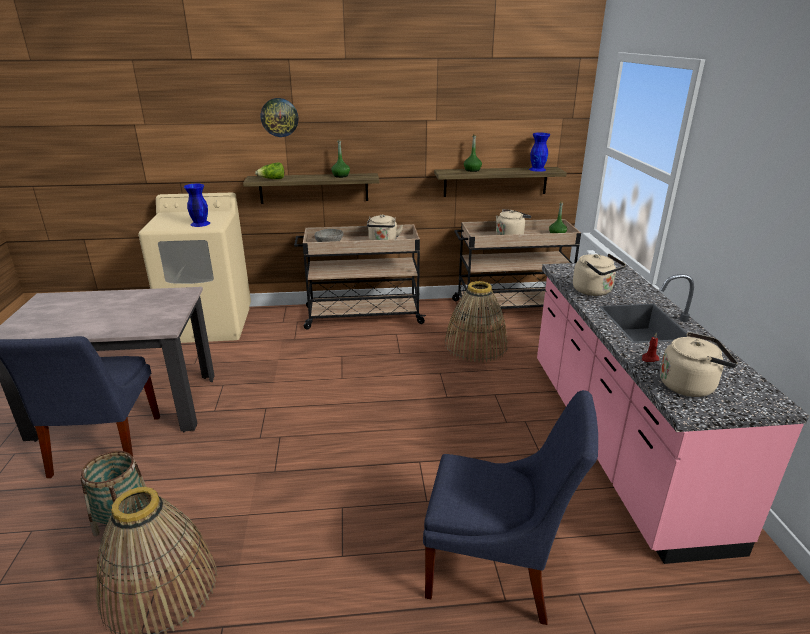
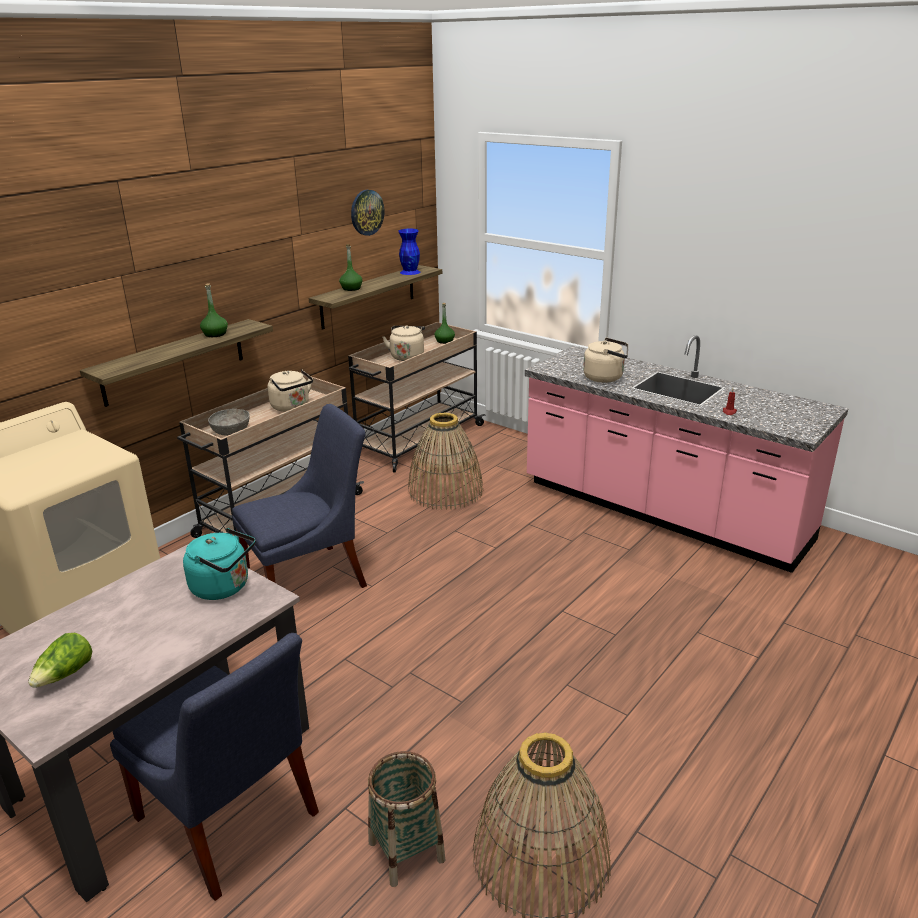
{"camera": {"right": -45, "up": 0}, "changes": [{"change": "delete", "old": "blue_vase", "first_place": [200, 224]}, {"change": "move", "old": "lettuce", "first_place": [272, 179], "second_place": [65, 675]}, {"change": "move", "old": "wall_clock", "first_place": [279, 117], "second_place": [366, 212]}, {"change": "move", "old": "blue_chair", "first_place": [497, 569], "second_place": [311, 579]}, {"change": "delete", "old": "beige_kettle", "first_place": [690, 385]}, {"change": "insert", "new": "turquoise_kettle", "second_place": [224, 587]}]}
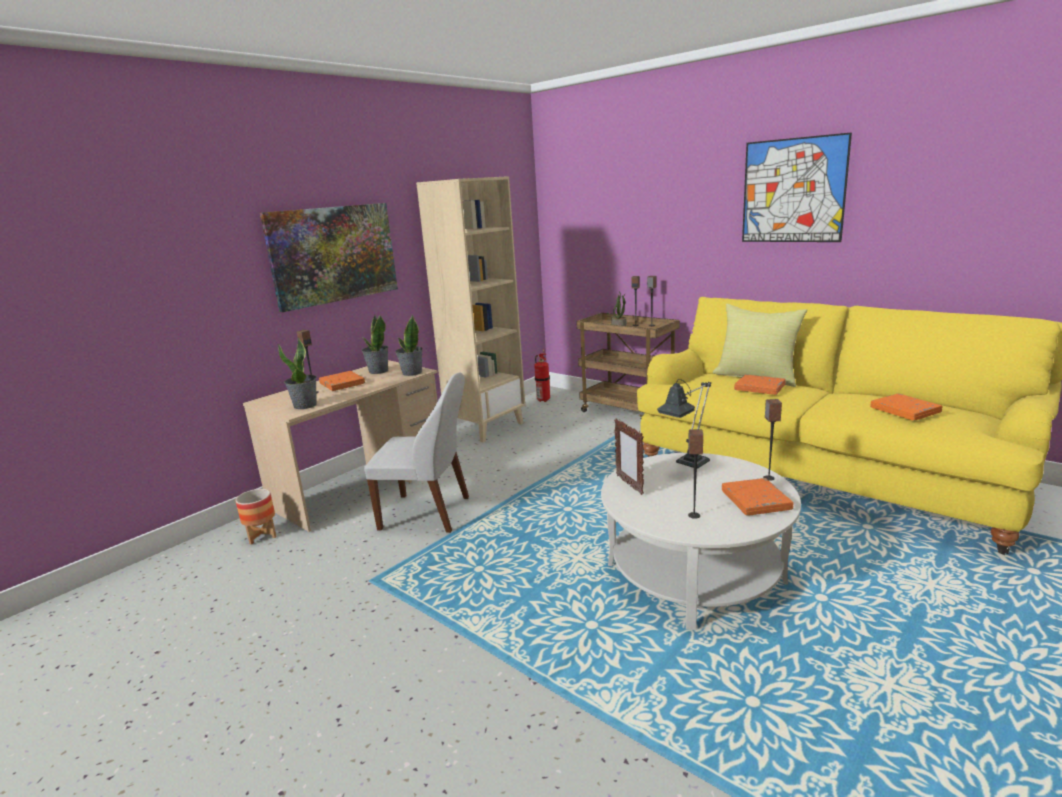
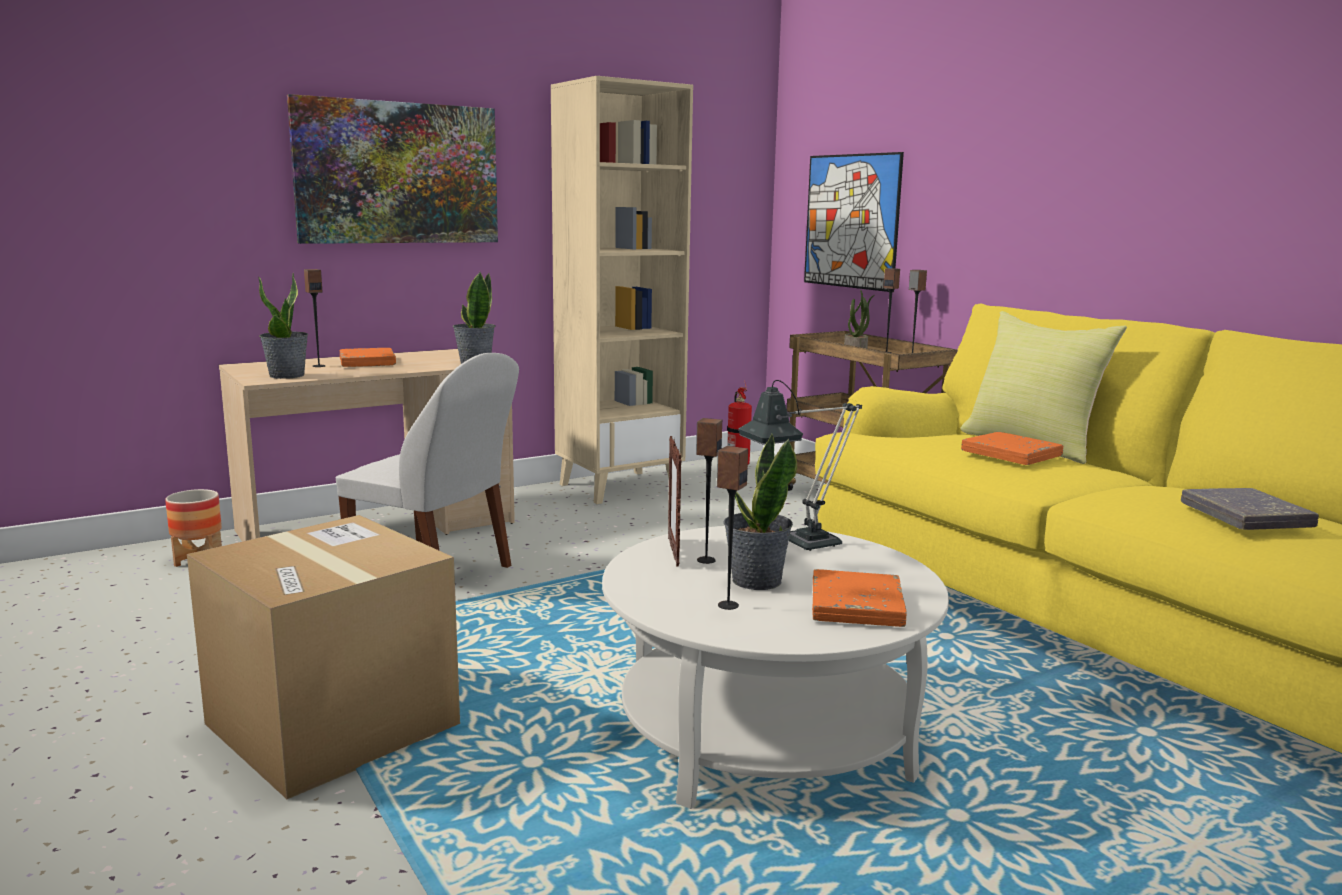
{"camera": {"right": 15, "up": -5}, "changes": [{"change": "move", "old": "potted_plant", "first_place": [378, 371], "second_place": [755, 581]}, {"change": "move", "old": "picture", "first_place": [793, 191], "second_place": [851, 221]}, {"change": "move", "old": "speaker", "first_place": [768, 478], "second_place": [705, 560]}, {"change": "recolor", "old": "orange_book", "new": "grey_book", "first_place": [904, 411], "second_place": [1245, 516]}, {"change": "insert", "new": "cardboard_box", "second_place": [332, 725]}]}
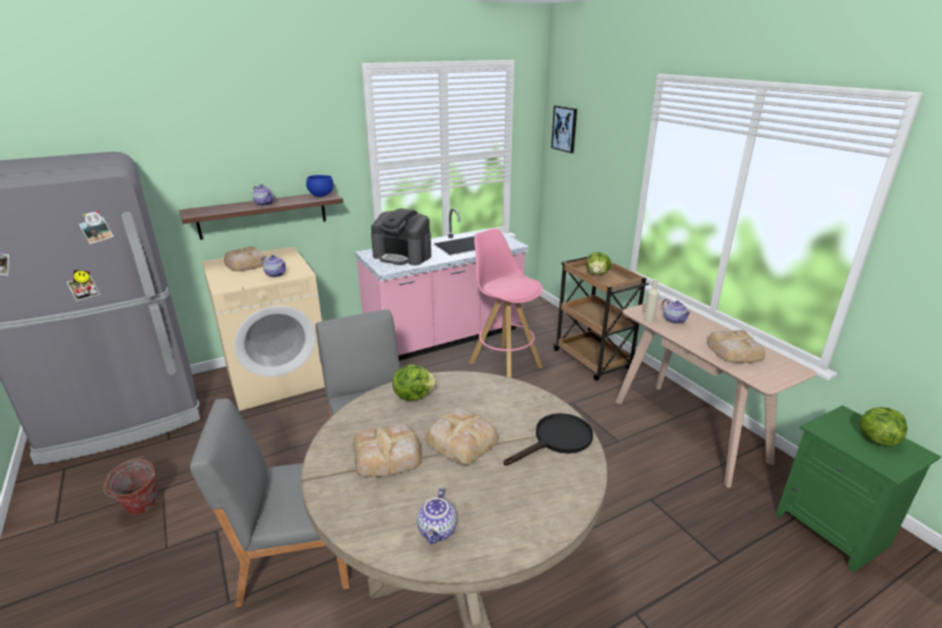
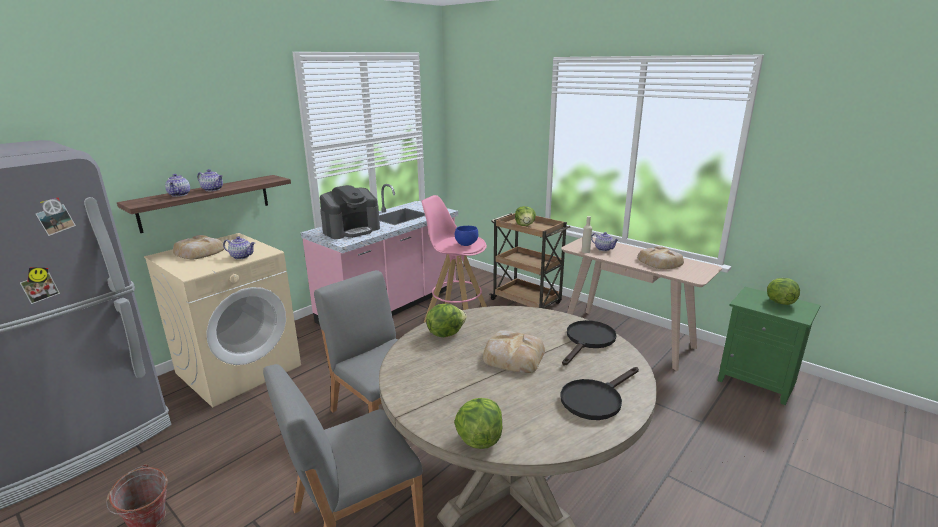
{"camera": {"right": -20, "up": -5}, "changes": [{"change": "move", "old": "blue_bowl", "first_place": [321, 195], "second_place": [466, 244]}, {"change": "delete", "old": "bread", "first_place": [388, 455]}, {"change": "rotate", "old": "coffee_machine", "first_place": [403, 256], "second_place": [351, 230], "degrees": -45}, {"change": "move", "old": "teapot", "first_place": [438, 531], "second_place": [180, 194]}, {"change": "delete", "old": "picture", "first_place": [565, 129]}, {"change": "insert", "new": "lettuce", "second_place": [479, 439]}, {"change": "insert", "new": "black_frying_pan", "second_place": [595, 399]}]}
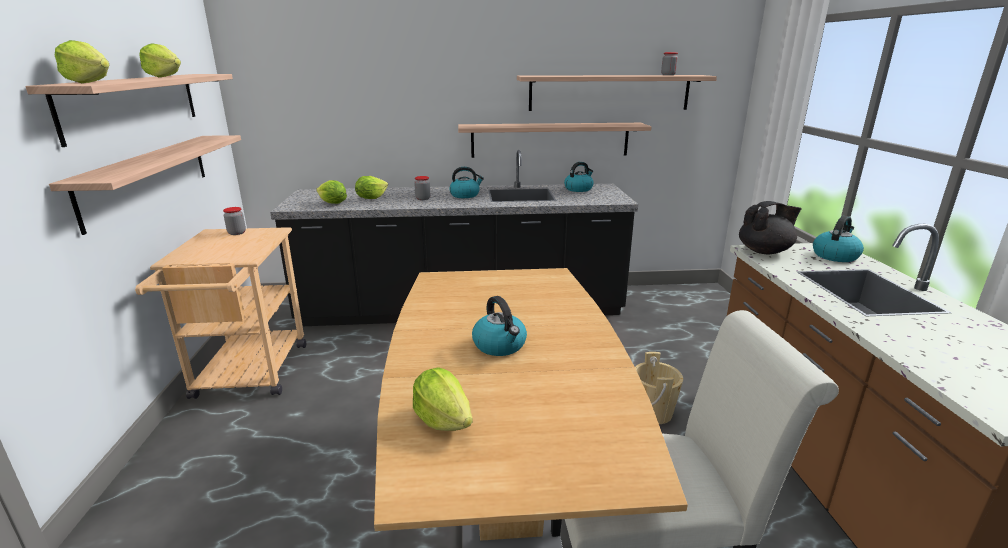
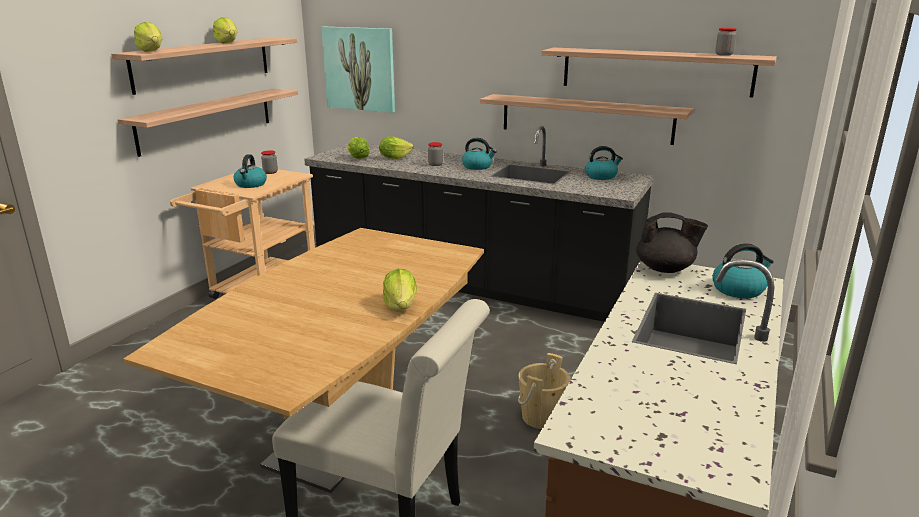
{"camera": {"right": 30, "up": 0}, "changes": [{"change": "move", "old": "lettuce", "first_place": [443, 420], "second_place": [401, 306]}, {"change": "move", "old": "kettle", "first_place": [500, 345], "second_place": [251, 184]}, {"change": "insert", "new": "picture", "second_place": [359, 69]}]}
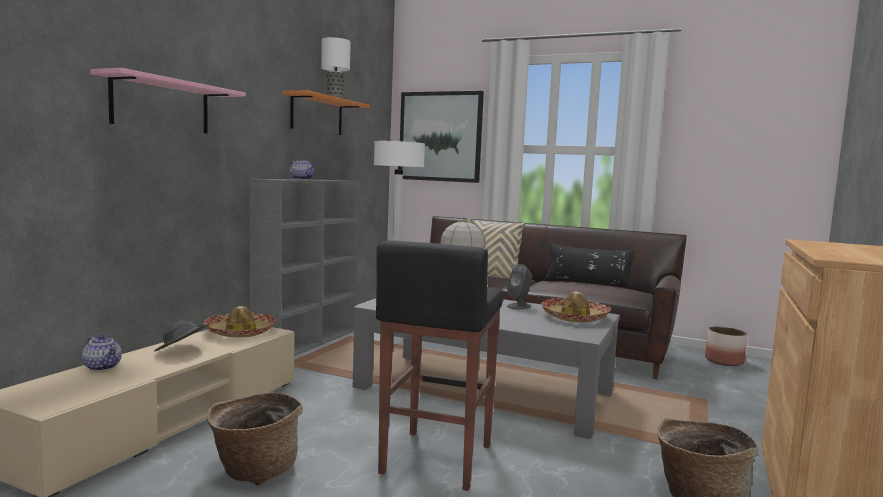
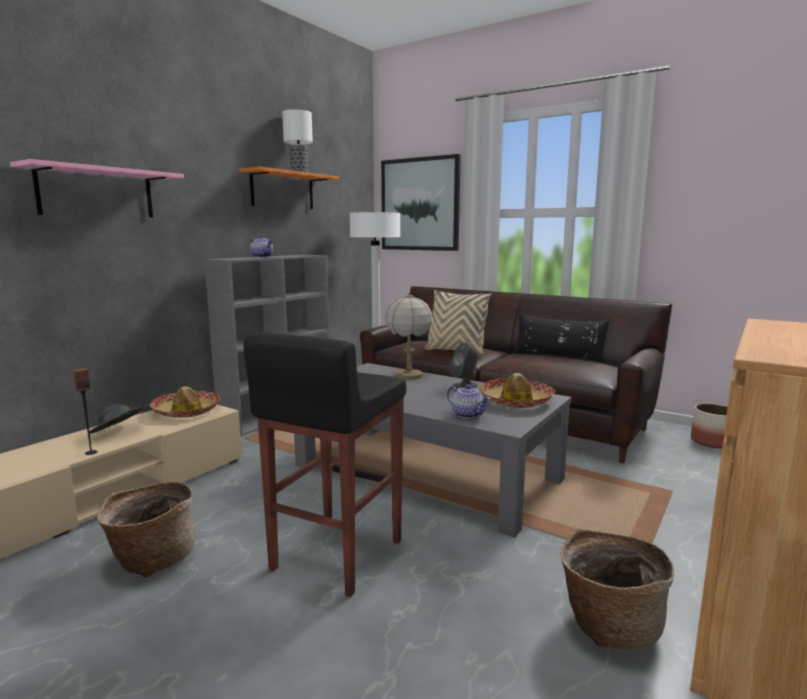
{"camera": {"right": 10, "up": 5}, "changes": [{"change": "move", "old": "teapot", "first_place": [103, 367], "second_place": [468, 415]}, {"change": "insert", "new": "speaker", "second_place": [91, 452]}]}
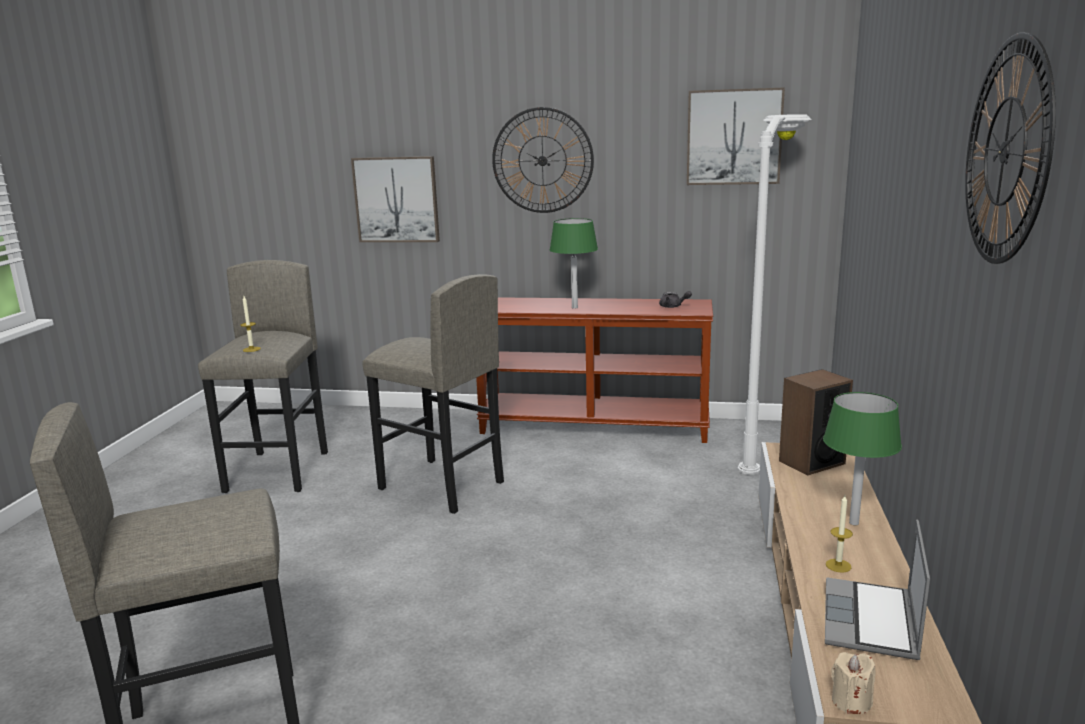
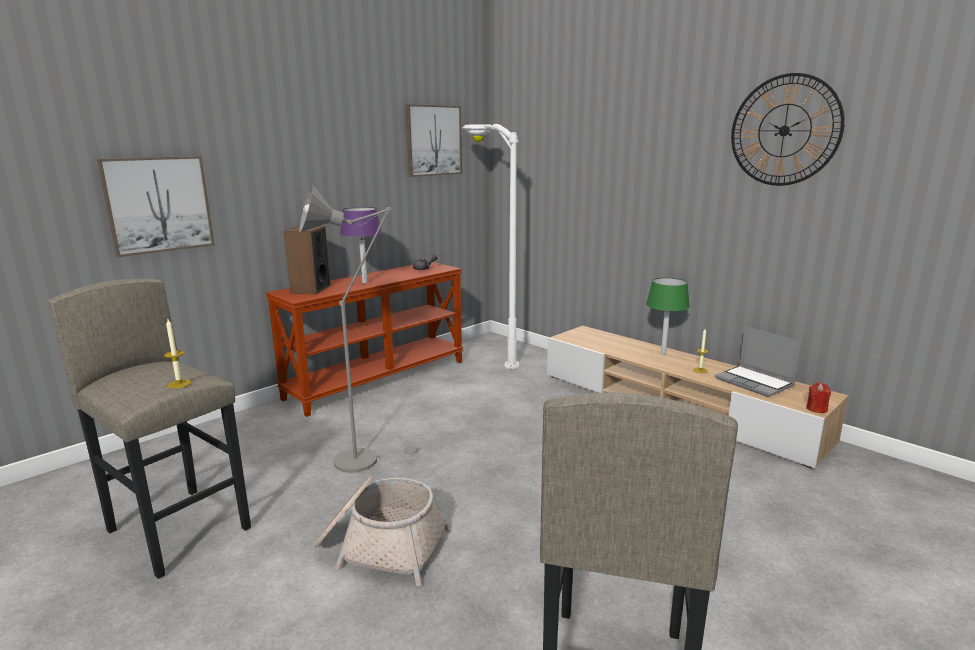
{"camera": {"right": -55, "up": 0}, "changes": [{"change": "replace", "old": "grey_stool", "new": "grey_floor_lamp", "first_place": [441, 486], "second_place": [364, 458]}, {"change": "delete", "old": "wall_clock", "first_place": [542, 160]}, {"change": "recolor", "old": "green_table_lamp", "new": "purple_table_lamp", "first_place": [575, 307], "second_place": [365, 282]}, {"change": "move", "old": "speaker", "first_place": [811, 462], "second_place": [310, 289]}, {"change": "recolor", "old": "beige_candle", "new": "red_candle", "first_place": [851, 701], "second_place": [816, 409]}, {"change": "insert", "new": "basket", "second_place": [381, 545]}]}
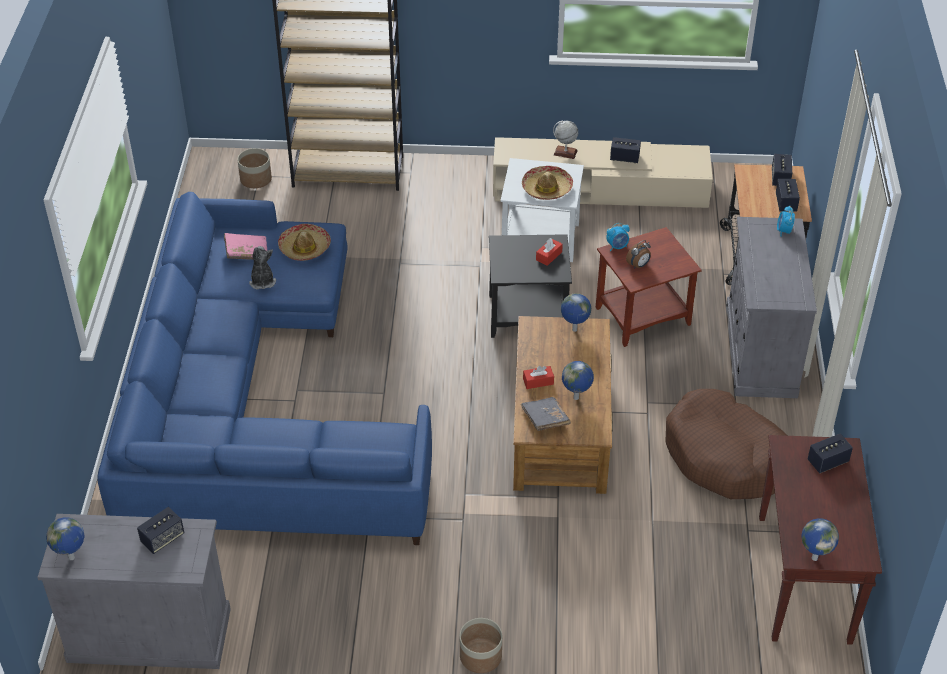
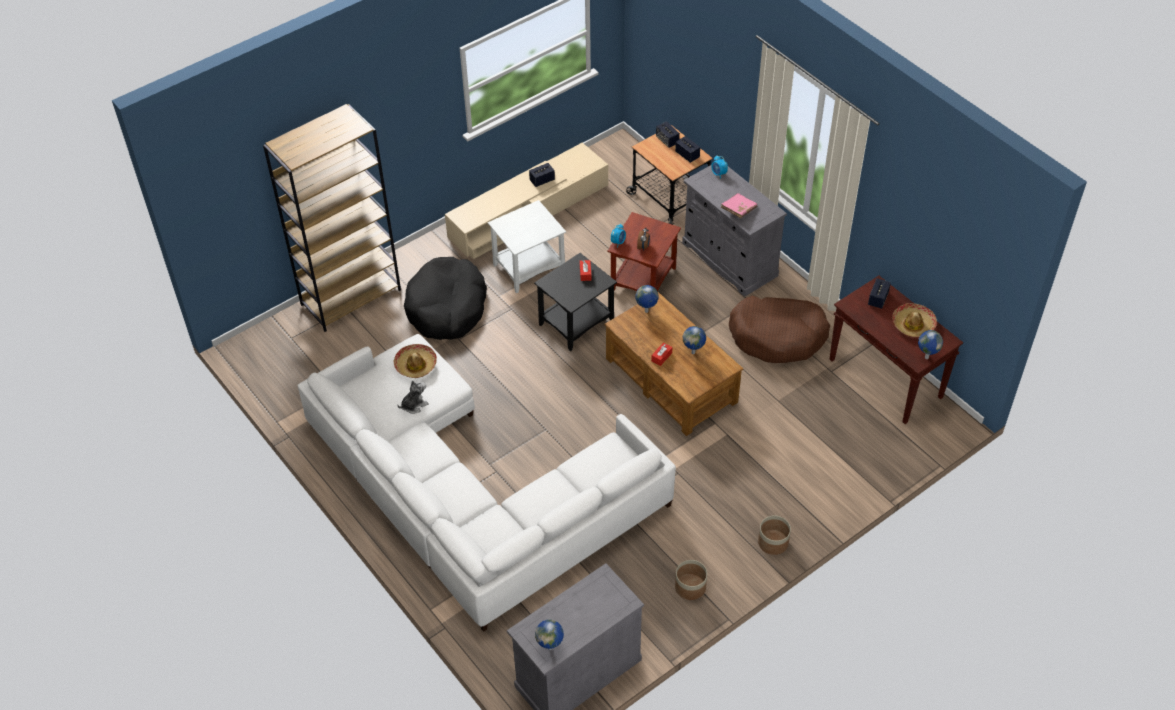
{"camera": {"right": -40, "up": 5}, "changes": [{"change": "recolor", "old": "blue_sofa", "new": "white_sofa", "first_place": [251, 402], "second_place": [470, 491]}, {"change": "delete", "old": "speaker", "first_place": [162, 539]}, {"change": "move", "old": "pink_book", "first_place": [247, 253], "second_place": [738, 210]}, {"change": "move", "old": "planter", "first_place": [256, 179], "second_place": [690, 587]}, {"change": "rotate", "old": "plush_toy", "first_place": [262, 281], "second_place": [414, 405], "degrees": 105}, {"change": "delete", "old": "grey_book", "first_place": [545, 420]}, {"change": "move", "old": "hat", "first_place": [547, 188], "second_place": [913, 324]}, {"change": "delete", "old": "globe", "first_place": [565, 152]}, {"change": "insert", "new": "black_dog_bed", "second_place": [447, 308]}]}
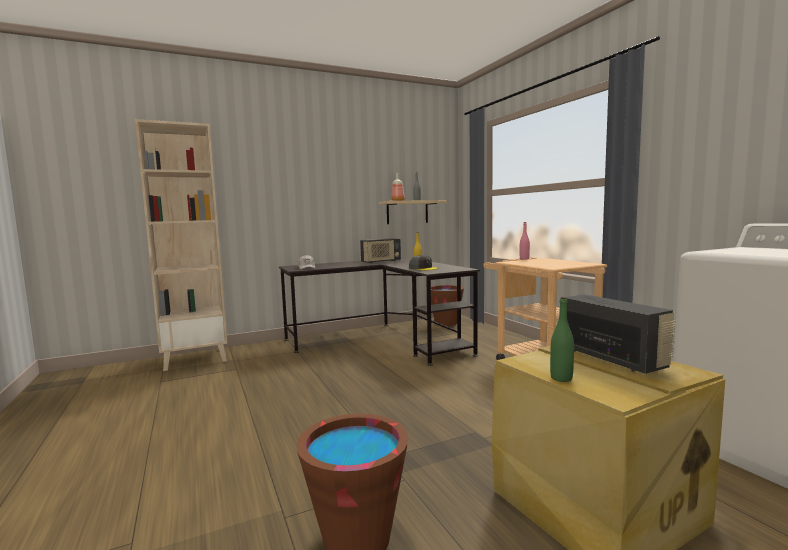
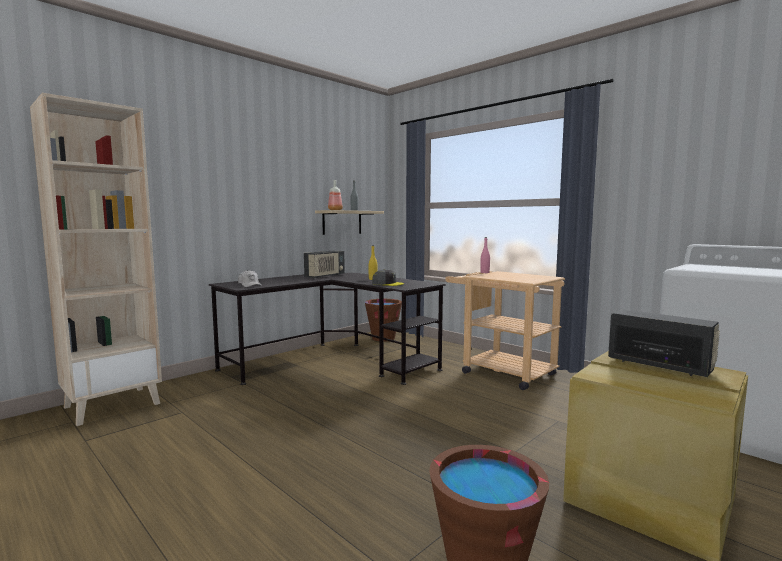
{"camera": {"right": -20, "up": 0}, "changes": [{"change": "delete", "old": "green_bottle", "first_place": [561, 378]}]}
